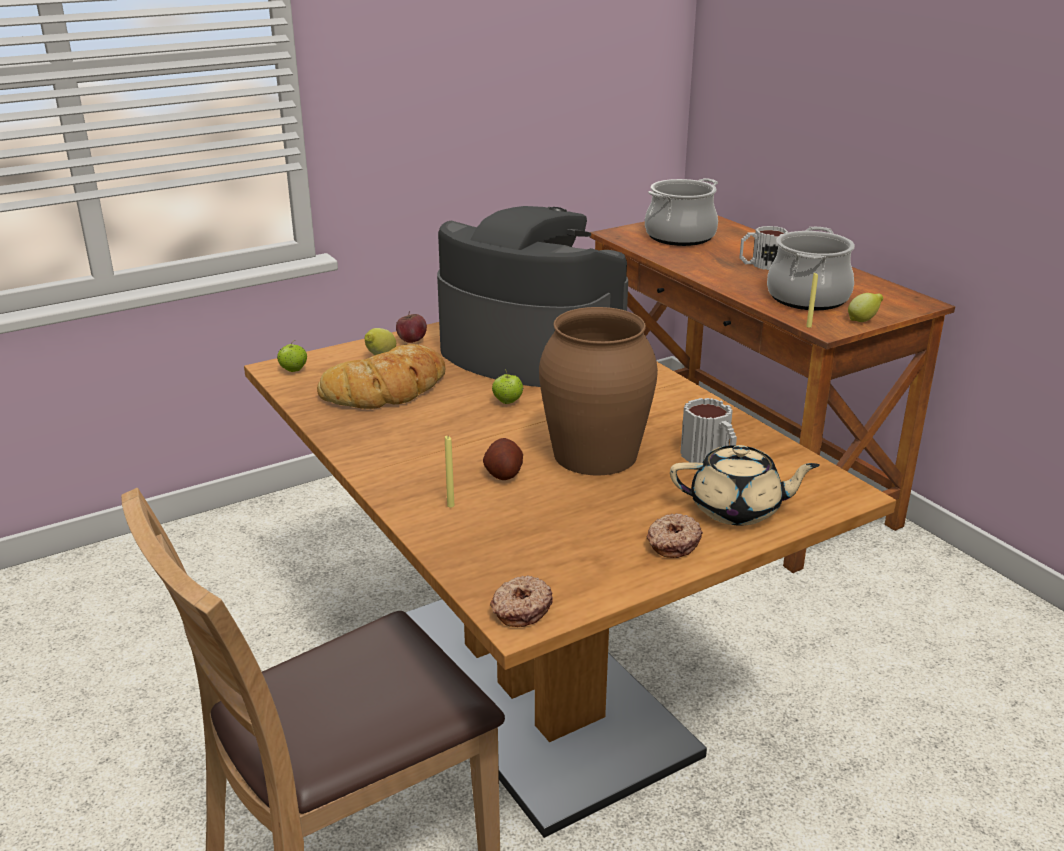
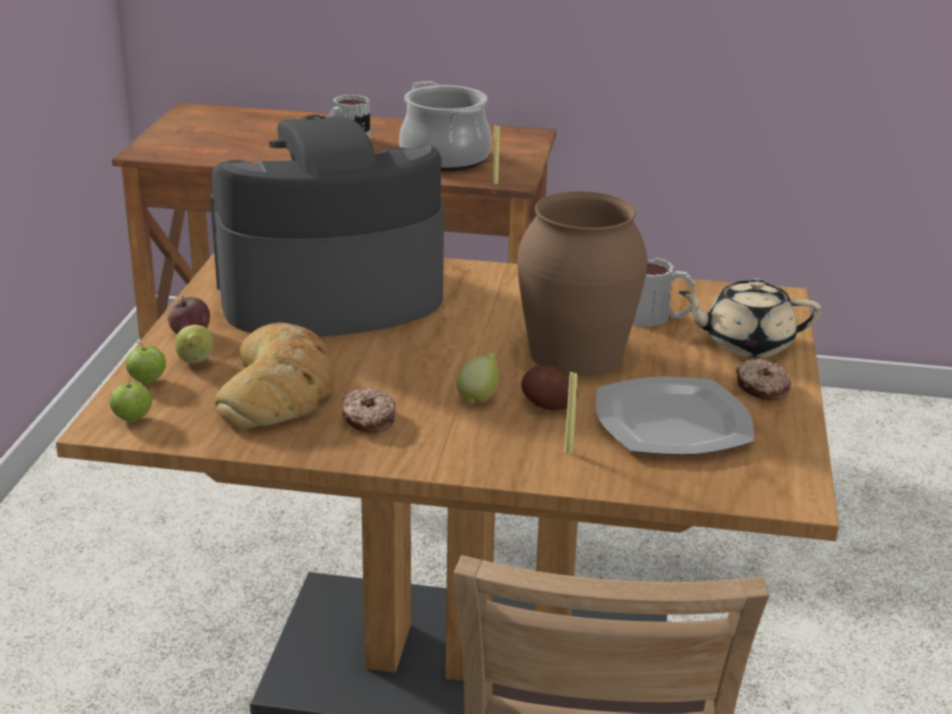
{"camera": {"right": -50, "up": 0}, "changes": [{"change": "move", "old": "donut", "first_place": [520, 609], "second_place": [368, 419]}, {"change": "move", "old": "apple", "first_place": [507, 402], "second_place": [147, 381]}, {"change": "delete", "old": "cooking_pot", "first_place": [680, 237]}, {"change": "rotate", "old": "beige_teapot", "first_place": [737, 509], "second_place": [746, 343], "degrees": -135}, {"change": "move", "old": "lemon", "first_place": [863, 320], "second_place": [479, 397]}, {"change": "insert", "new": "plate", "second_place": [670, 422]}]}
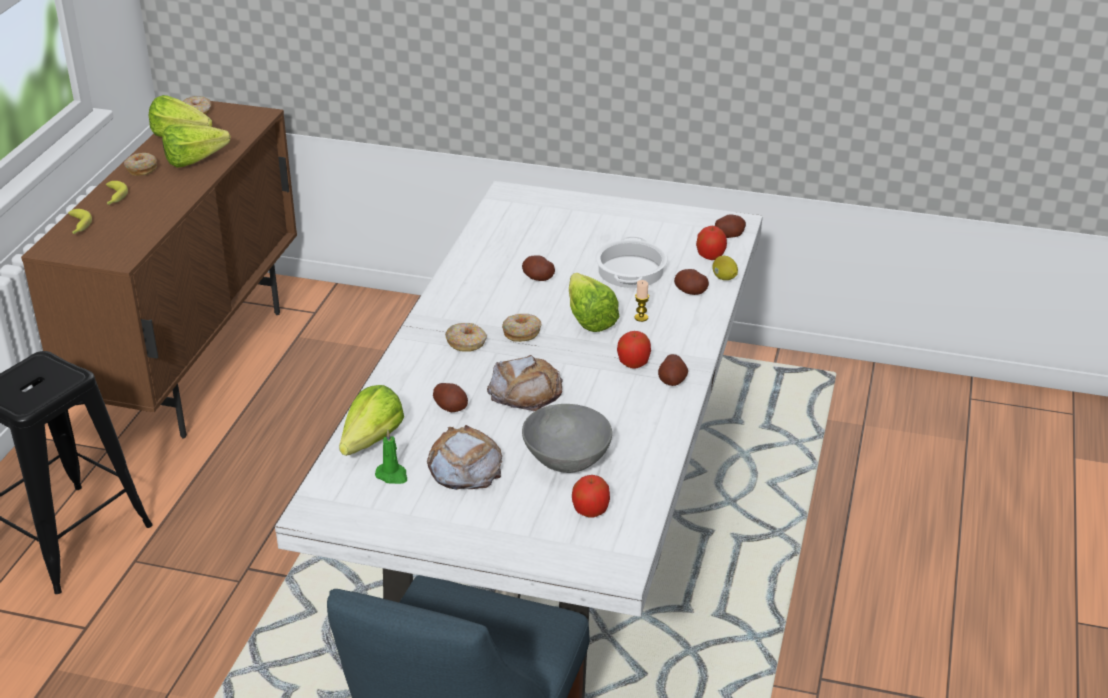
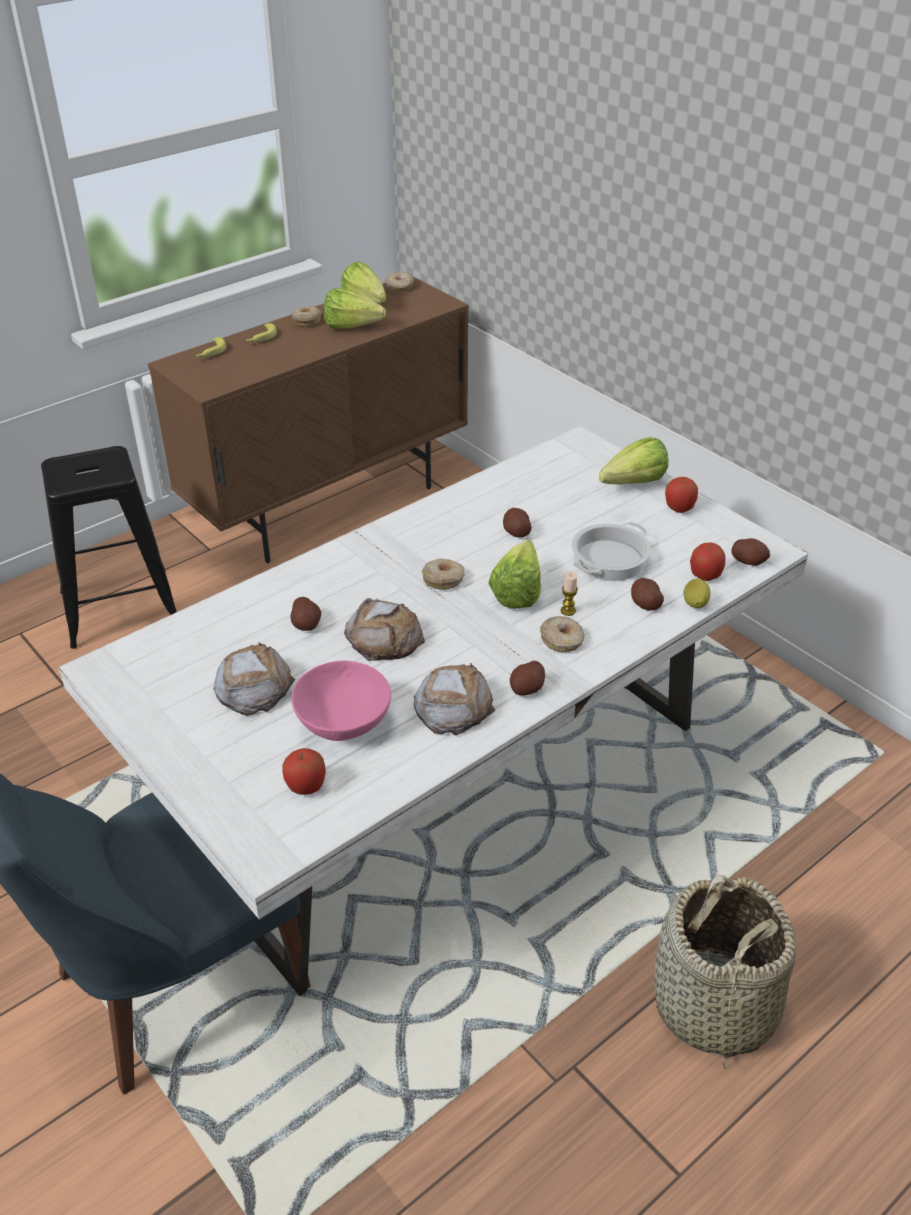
{"camera": {"right": 35, "up": 5}, "changes": [{"change": "move", "old": "lettuce", "first_place": [366, 446], "second_place": [628, 485]}, {"change": "delete", "old": "green_candle", "first_place": [392, 475]}, {"change": "move", "old": "donut", "first_place": [466, 343], "second_place": [562, 640]}, {"change": "recolor", "old": "grey_bowl", "new": "pink_bowl", "first_place": [567, 460], "second_place": [343, 723]}, {"change": "move", "old": "apple", "first_place": [633, 364], "second_place": [679, 508]}, {"change": "insert", "new": "bread", "second_place": [453, 705]}, {"change": "insert", "new": "basket", "second_place": [713, 1006]}]}
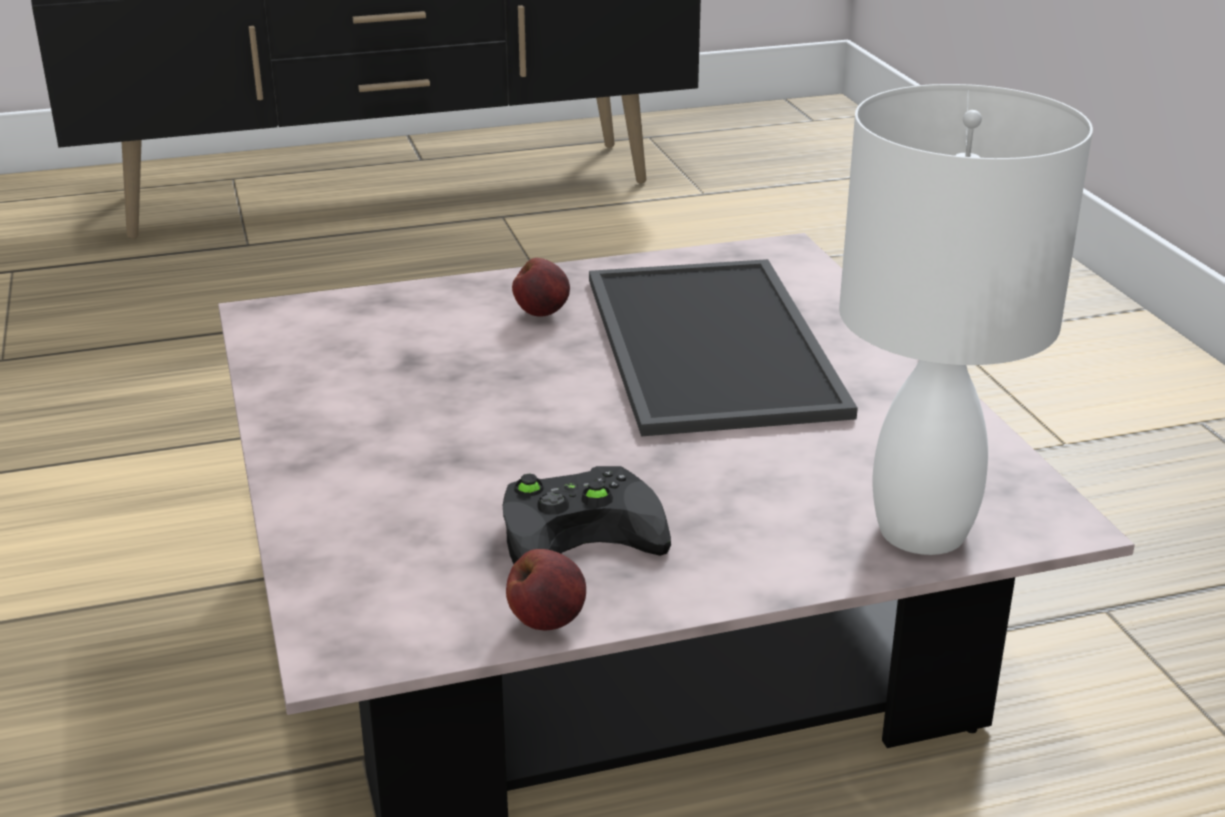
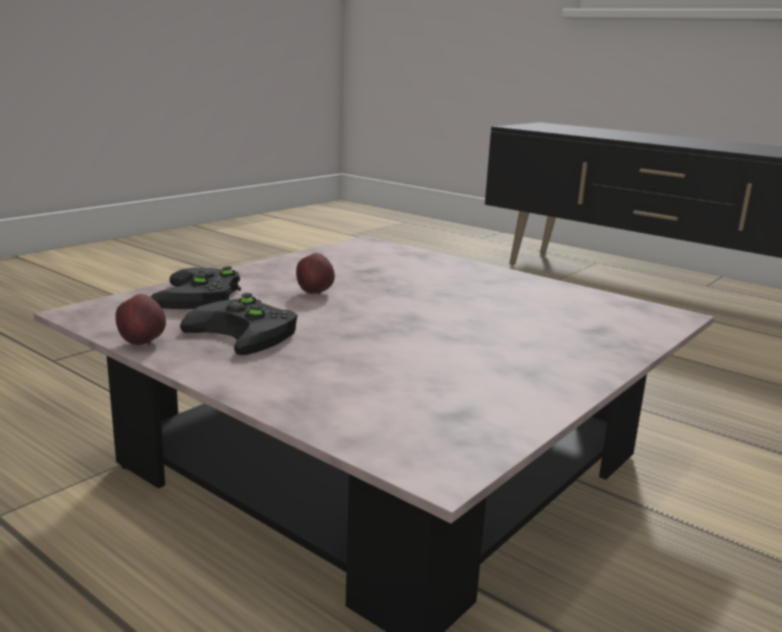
{"camera": {"right": 55, "up": -10}, "changes": [{"change": "move", "old": "apple", "first_place": [542, 313], "second_place": [315, 293]}, {"change": "delete", "old": "tray", "first_place": [717, 345]}, {"change": "delete", "old": "white_table_lamp", "first_place": [923, 529]}, {"change": "insert", "new": "black_game_controller", "second_place": [201, 297]}]}
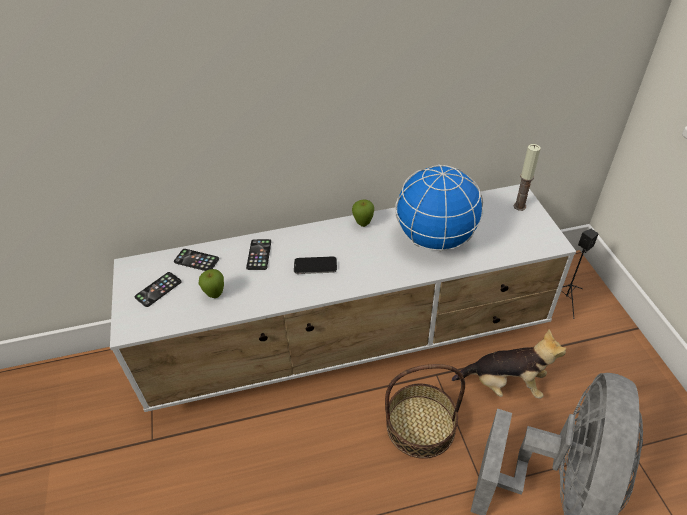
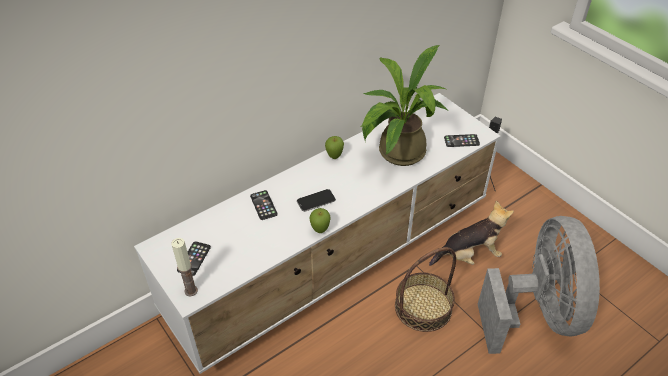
{"camera": {"right": -25, "up": 0}, "changes": [{"change": "move", "old": "phone", "first_place": [196, 260], "second_place": [461, 141]}, {"change": "move", "old": "apple", "first_place": [215, 295], "second_place": [320, 230]}, {"change": "replace", "old": "globe", "new": "potted_plant", "first_place": [434, 239], "second_place": [396, 154]}, {"change": "move", "old": "candle", "first_place": [519, 206], "second_place": [191, 291]}]}
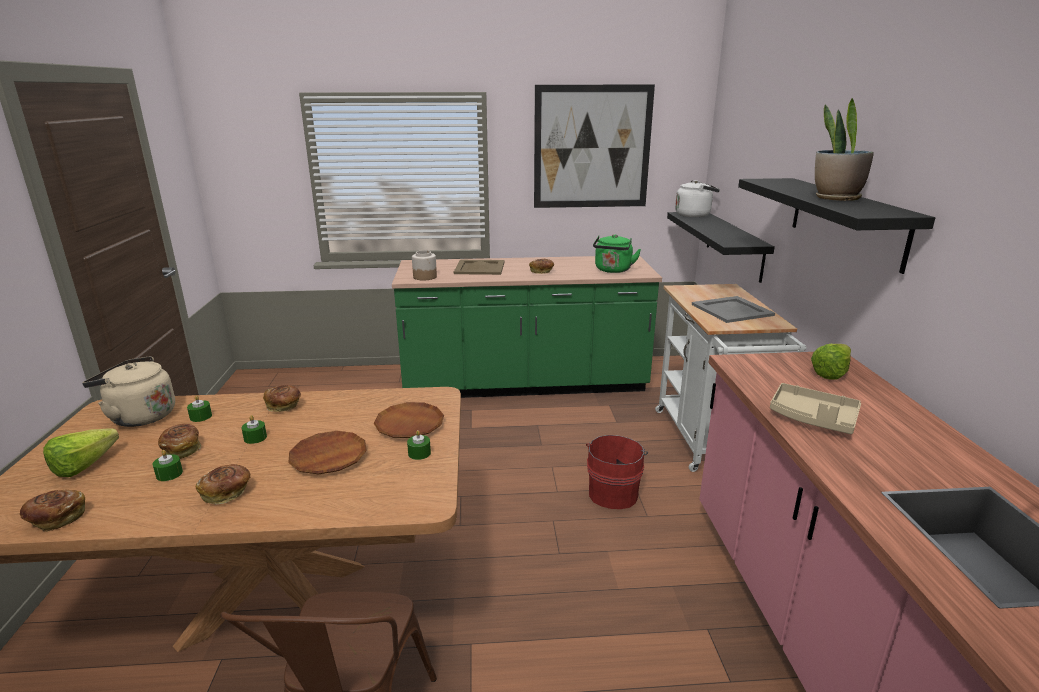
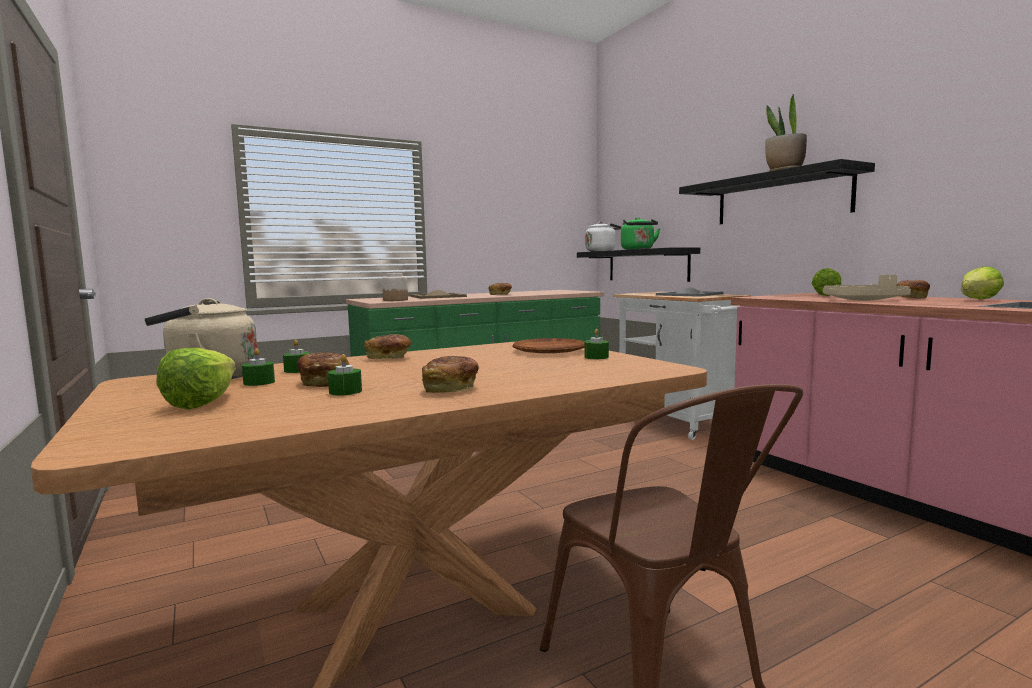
{"camera": {"right": -25, "up": -15}, "changes": [{"change": "move", "old": "bread", "first_place": [56, 519], "second_place": [911, 297]}, {"change": "move", "old": "green_candle", "first_place": [255, 438], "second_place": [259, 382]}, {"change": "delete", "old": "brown_plate", "first_place": [328, 457]}, {"change": "delete", "old": "picture", "first_place": [592, 147]}, {"change": "delete", "old": "red_bucket", "first_place": [613, 492]}, {"change": "move", "old": "green_kettle", "first_place": [613, 270], "second_place": [638, 249]}, {"change": "insert", "new": "lettuce", "second_place": [974, 300]}]}
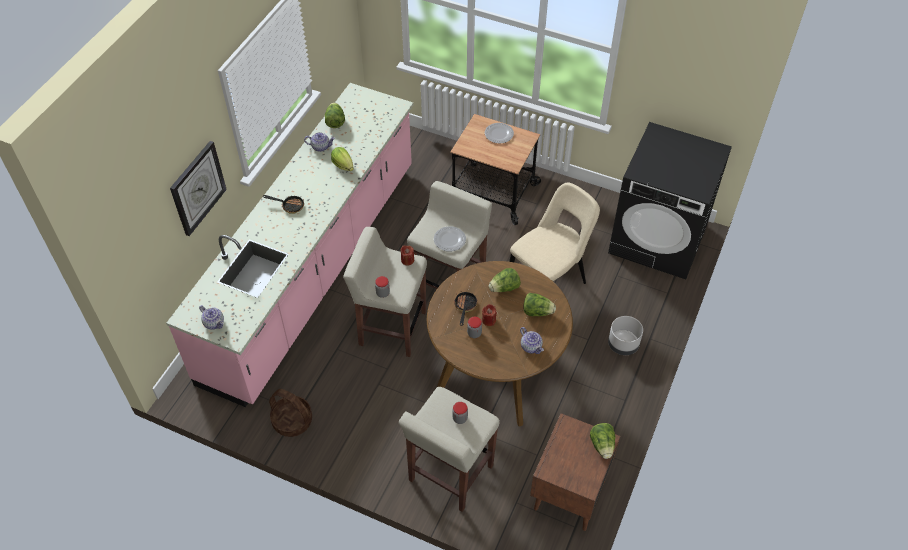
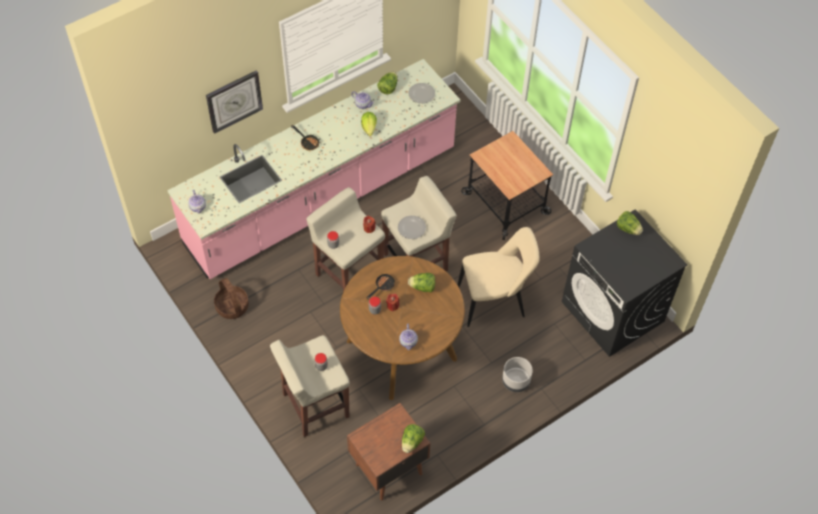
{"camera": {"right": 30, "up": 5}, "changes": [{"change": "move", "old": "plate", "first_place": [499, 134], "second_place": [422, 94]}, {"change": "move", "old": "lettuce", "first_place": [537, 312], "second_place": [628, 229]}]}
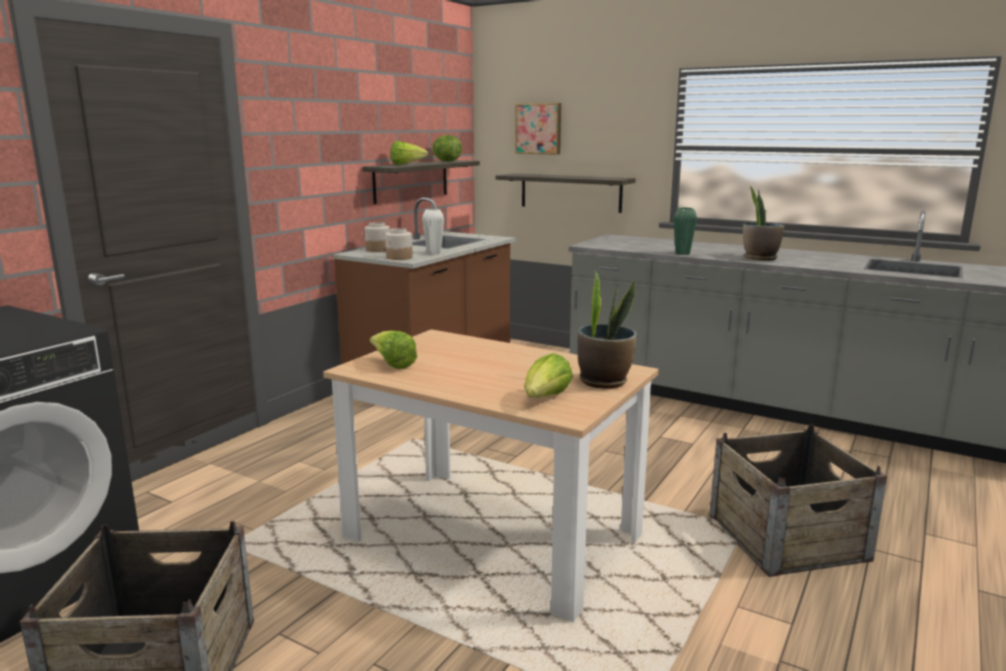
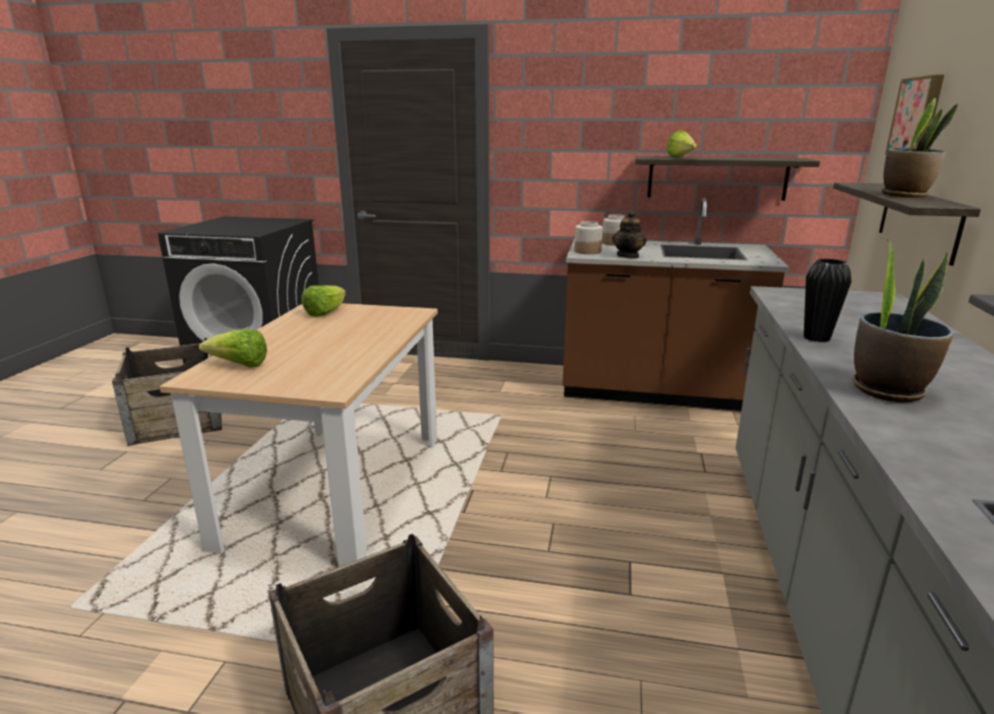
{"camera": {"right": 70, "up": 5}, "changes": [{"change": "replace", "old": "white_vase", "new": "teapot", "first_place": [434, 253], "second_place": [628, 256]}, {"change": "delete", "old": "lettuce", "first_place": [446, 161]}, {"change": "move", "old": "potted_plant", "first_place": [604, 381], "second_place": [905, 195]}, {"change": "recolor", "old": "green_vase", "new": "black_vase", "first_place": [682, 253], "second_place": [816, 338]}]}
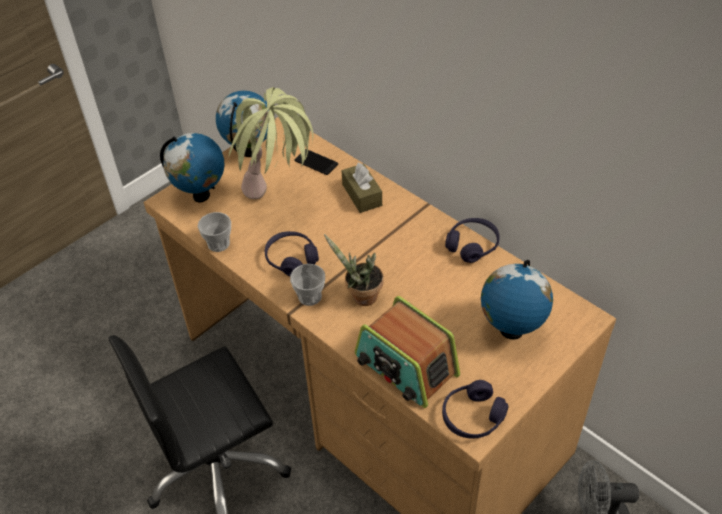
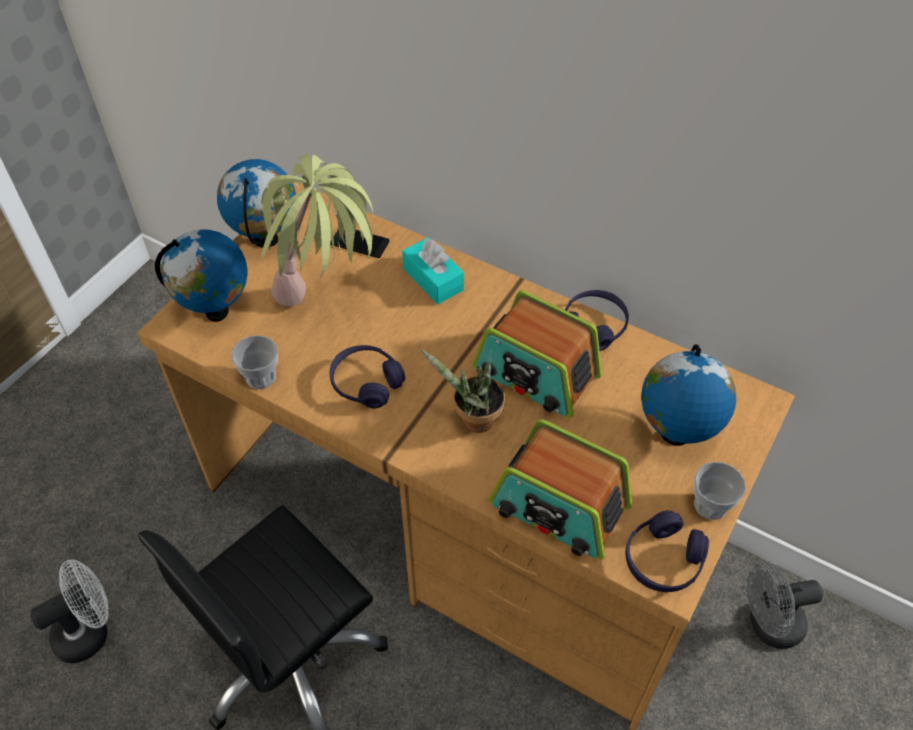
{"camera": {"right": -15, "up": 5}, "changes": [{"change": "move", "old": "cup", "first_place": [310, 296], "second_place": [710, 505]}, {"change": "recolor", "old": "brown_tissue_box", "new": "turquoise_tissue_box", "first_place": [362, 195], "second_place": [433, 279]}, {"change": "insert", "new": "white_fan", "second_place": [89, 631]}, {"change": "insert", "new": "radio", "second_place": [536, 373]}]}
